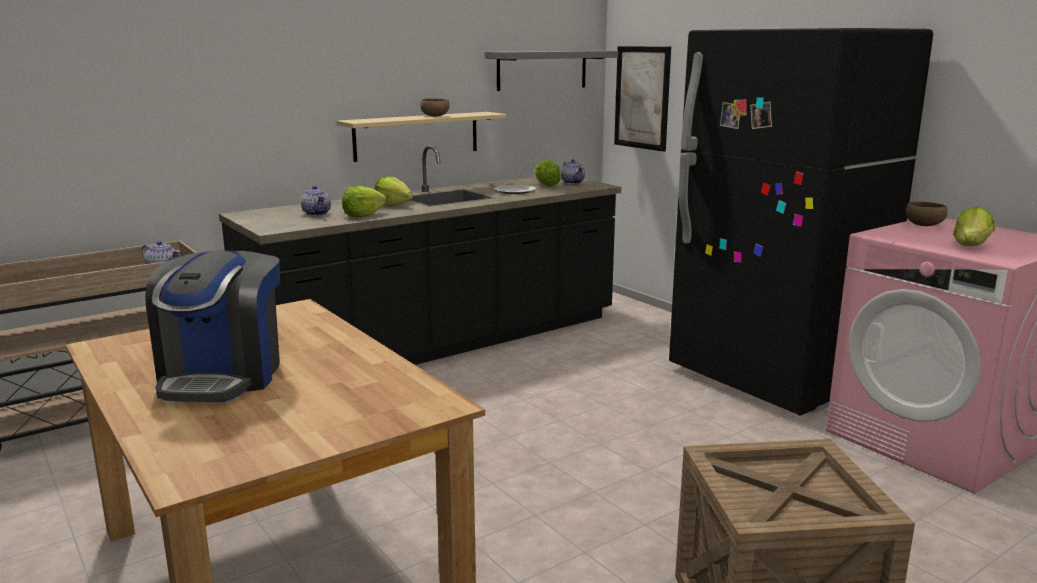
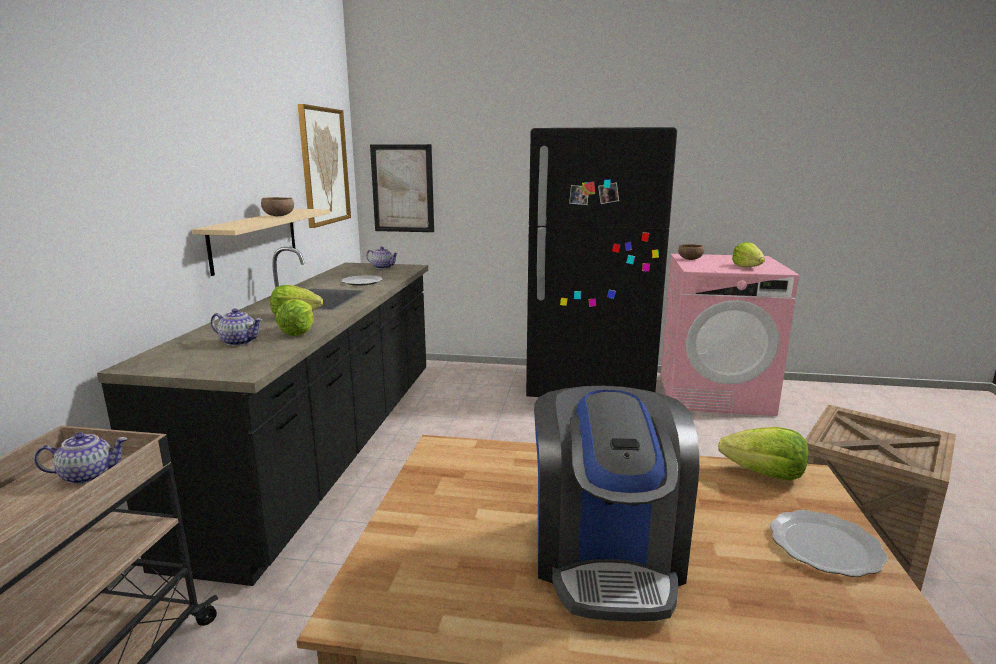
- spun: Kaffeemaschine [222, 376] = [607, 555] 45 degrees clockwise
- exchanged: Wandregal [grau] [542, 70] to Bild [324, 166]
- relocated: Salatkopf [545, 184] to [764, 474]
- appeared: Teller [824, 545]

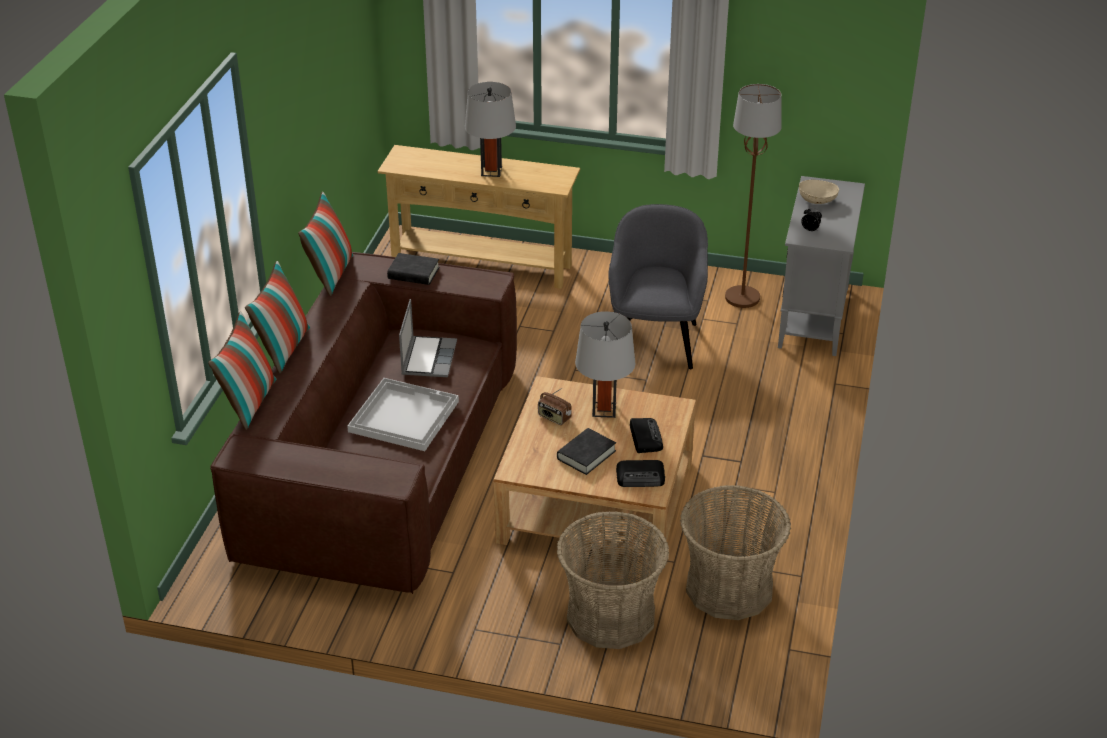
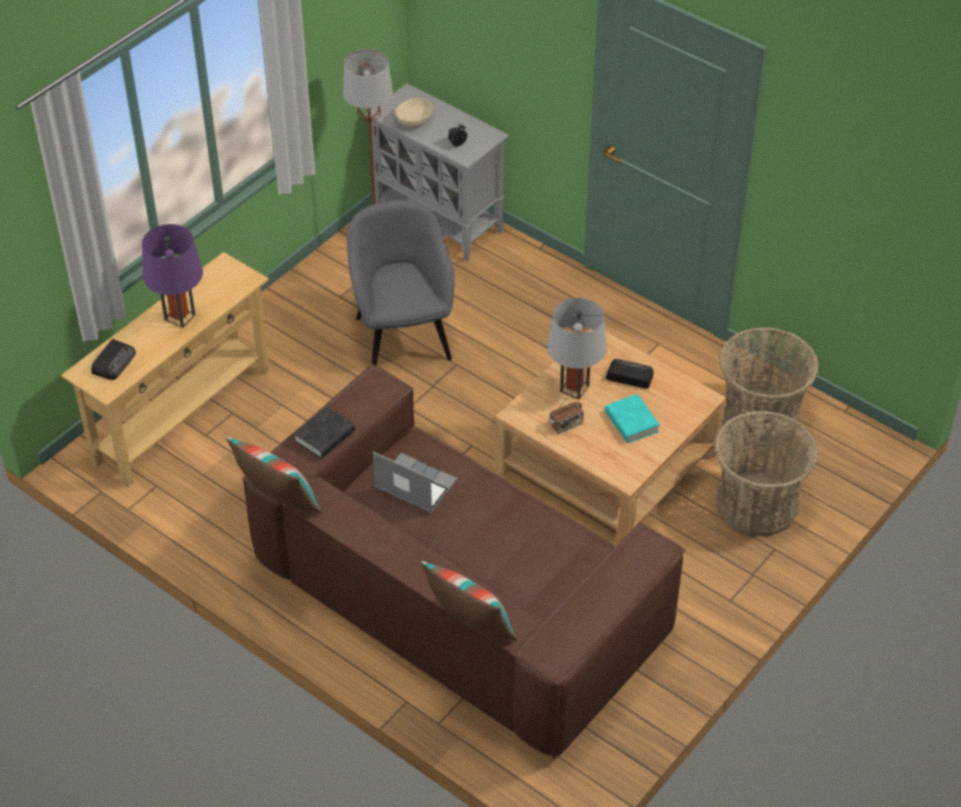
- missing: Kissen [282, 348]
- missing: Tablett [weiß] [403, 416]
- colour: Tischlampe [grau] [491, 171] to Tischlampe [lila] [180, 317]
- colour: Buch [schwarz] [586, 455] to Buch [türkis] [631, 422]
- spun: Sessel [grau] [655, 341] = [402, 336] 45 degrees clockwise
- relocated: Radio [641, 477] to [114, 362]

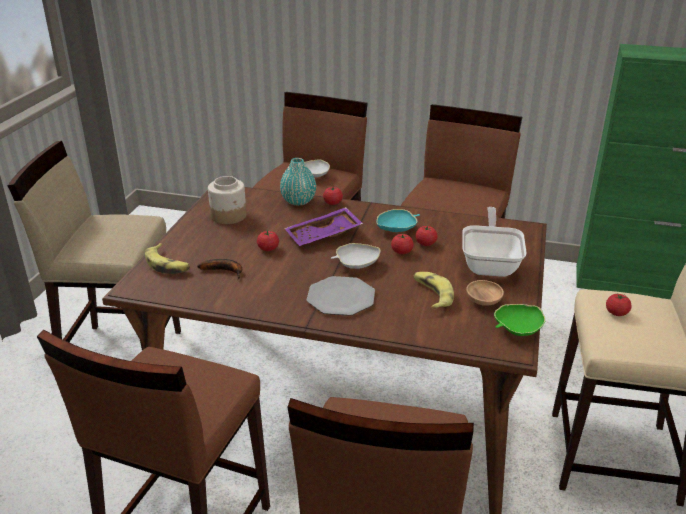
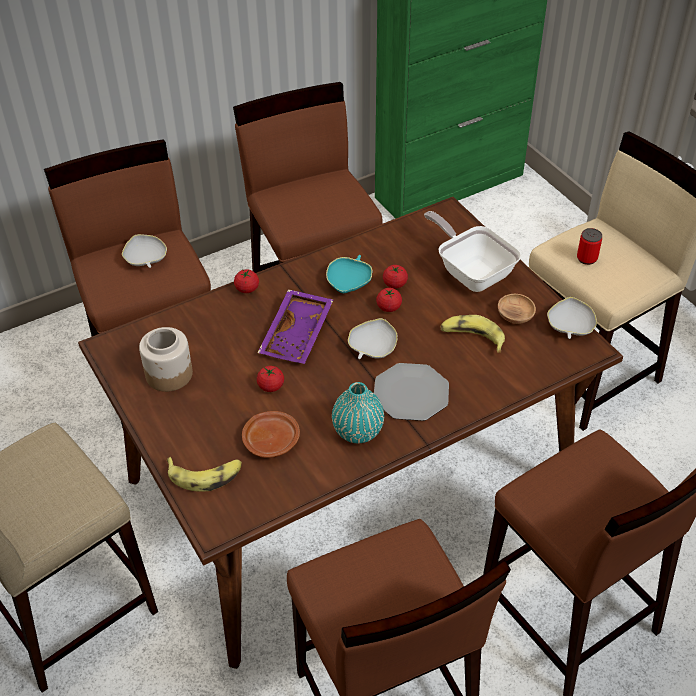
- exchanged: Banane [225, 271] to Teller [braun] [271, 440]
- relocated: Vase [türkis] [298, 201] to [357, 431]
- colour: Schüssel [grün] [517, 329] to Schüssel [weiß] [569, 327]
- exchanged: Tomate [616, 313] to Dose [587, 258]

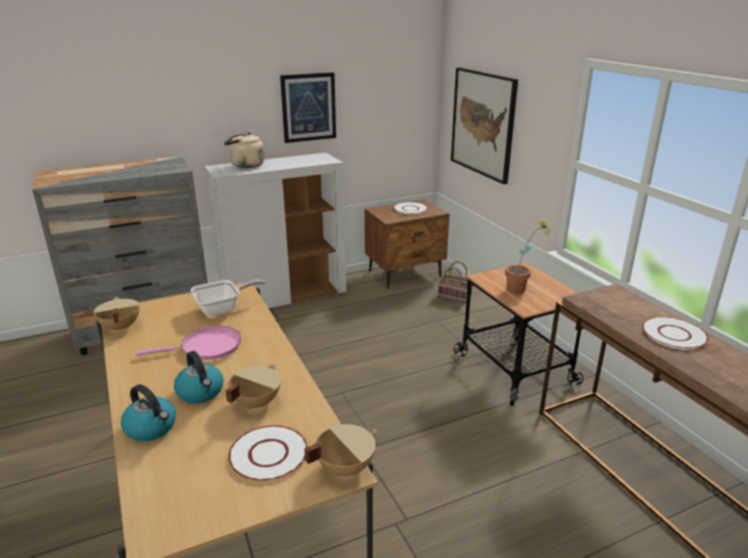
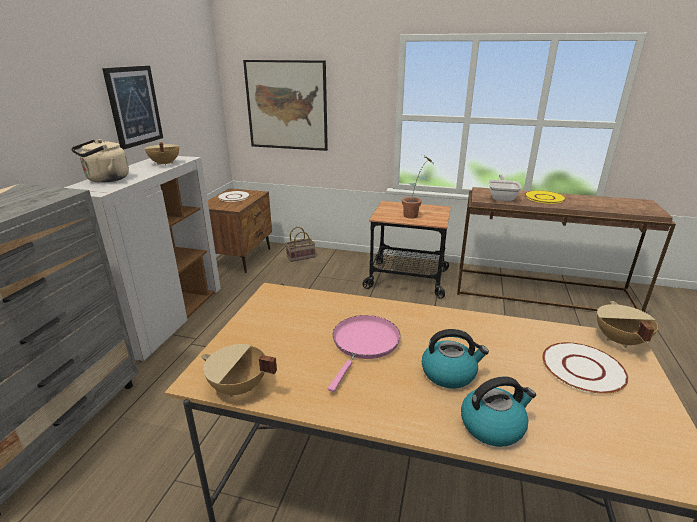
- relocated: Pfanne [223, 309] to [502, 197]
- relocated: Kochtopf [beige] [255, 402] to [164, 164]
- colour: Teller [weiß] [674, 334] to Teller [gelb] [544, 198]

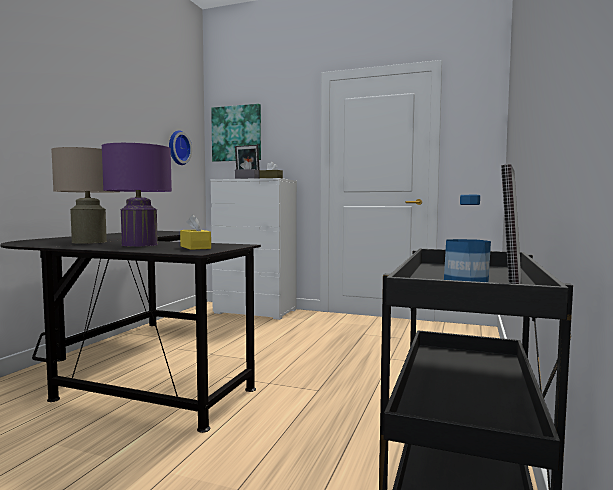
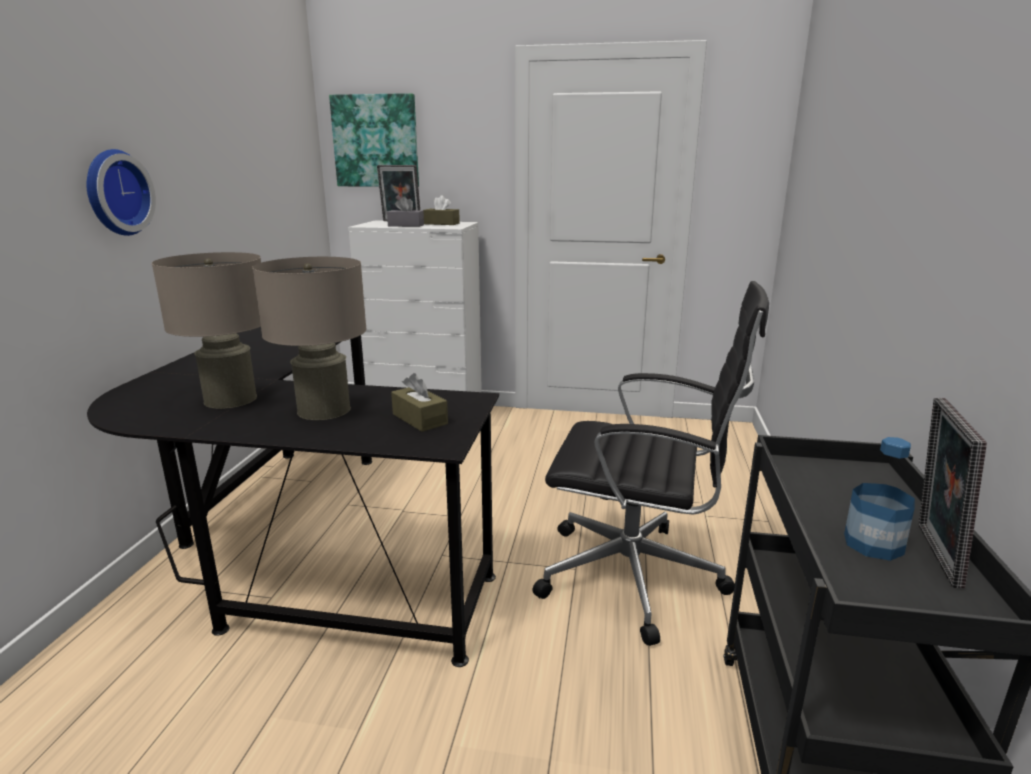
- colour: Tischlampe [lila] [139, 245] to Tischlampe [beige] [324, 410]
- relocated: Wanduhr [177, 148] to [114, 193]
- colour: Taschentuchbox [gelb] [195, 247] to Taschentuchbox [braun] [420, 419]
- appeared: Bürostuhl [schwarz] [636, 577]

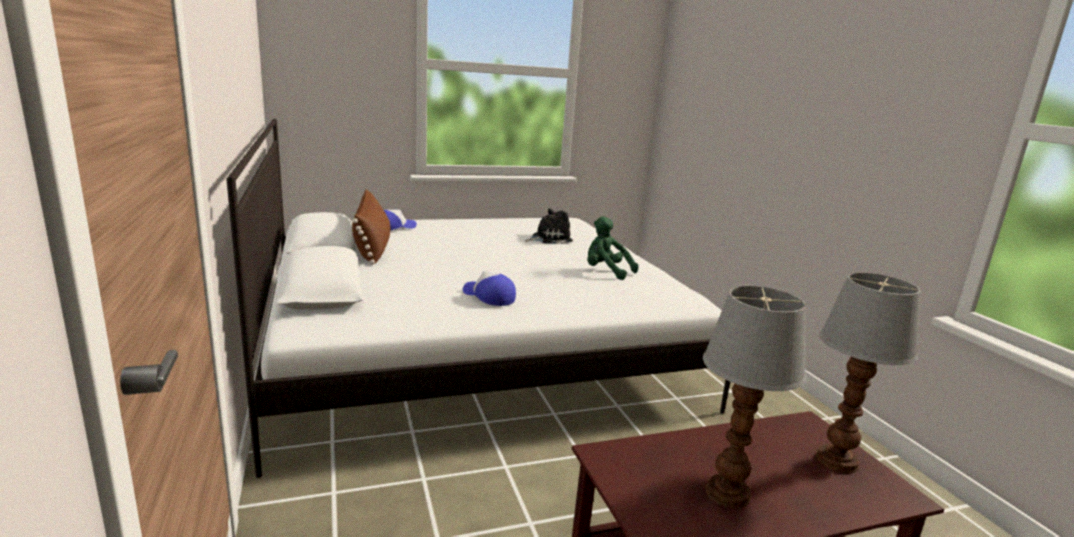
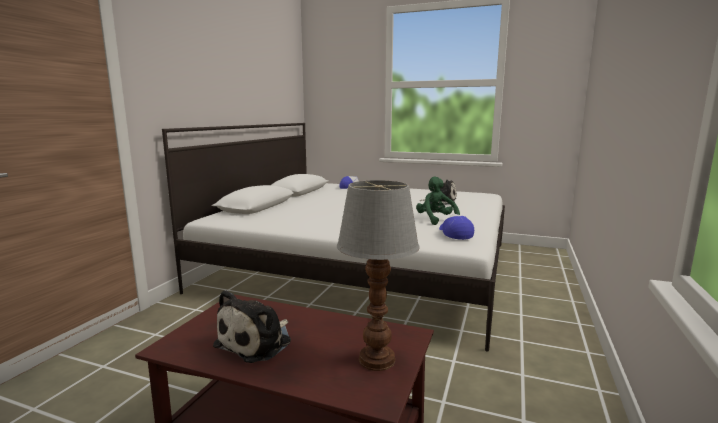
- missing: Kissen [braun] [372, 247]
- relocated: Kappe [488, 296] to [455, 233]
- exchanged: Tischlampe [728, 492] to Plüschtier [257, 342]

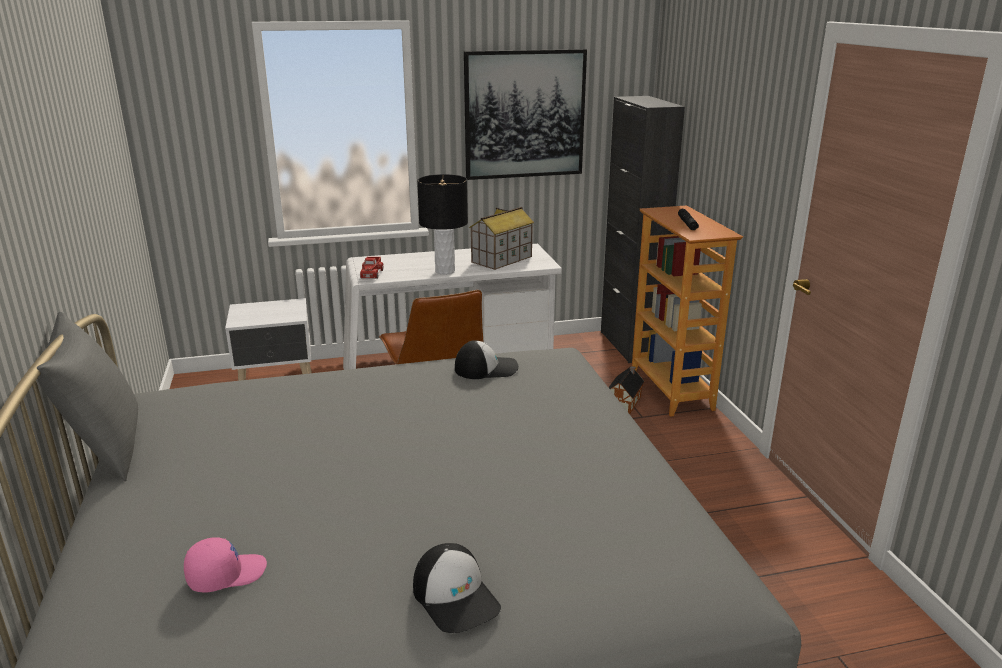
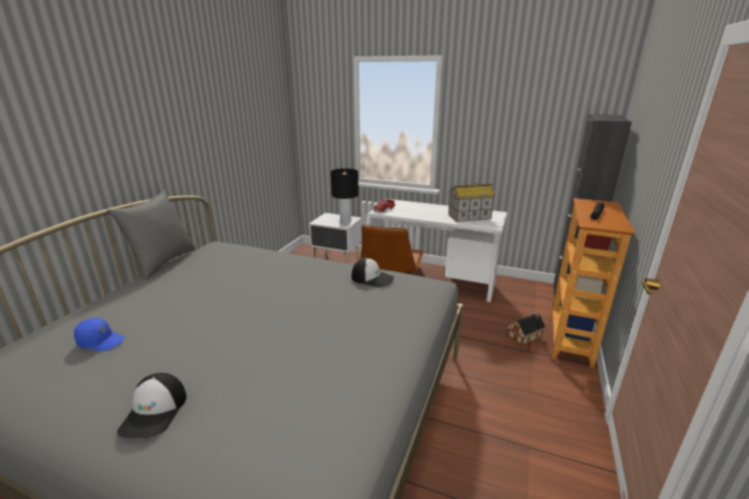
- colour: Kappe [rosa] [226, 574] to Kappe [blau] [102, 341]
- relocated: Tischlampe [schwarz] [445, 271] to [346, 221]
- missing: Bild [524, 114]

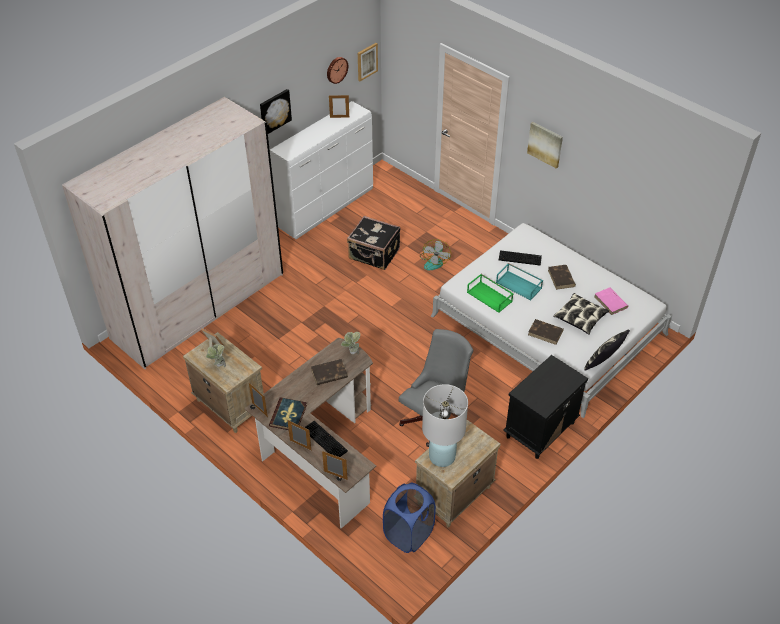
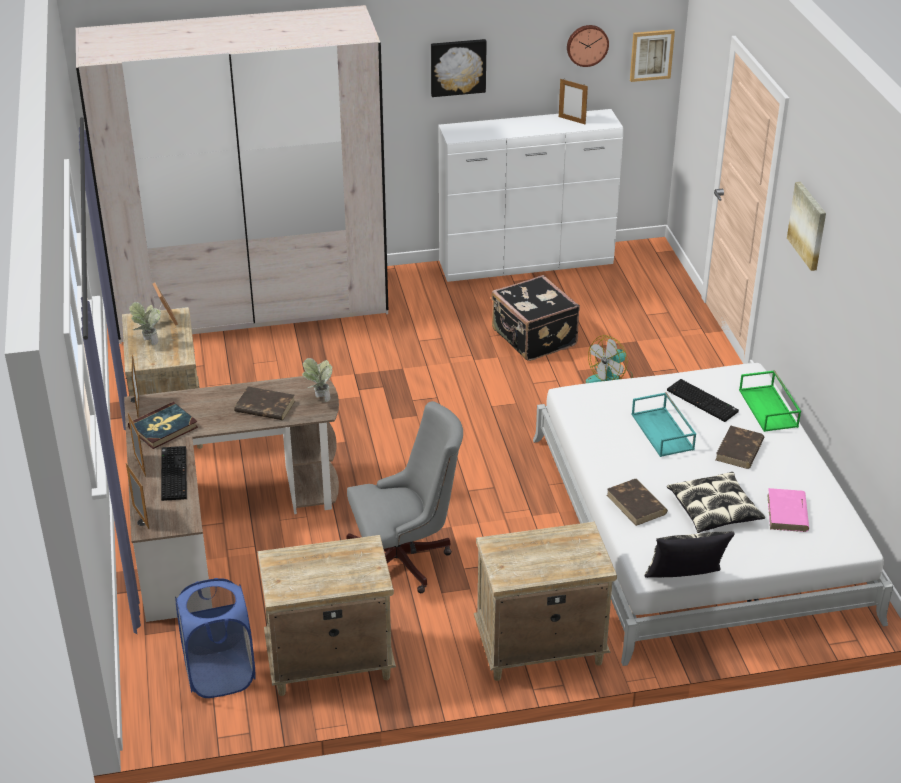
- missing: Tischlampe [weiß] [442, 456]
- relocated: Tablett [grün] [490, 297] to [769, 408]
- colour: Nachttisch [schwarz] [540, 430] to Nachttisch [beige] [539, 648]

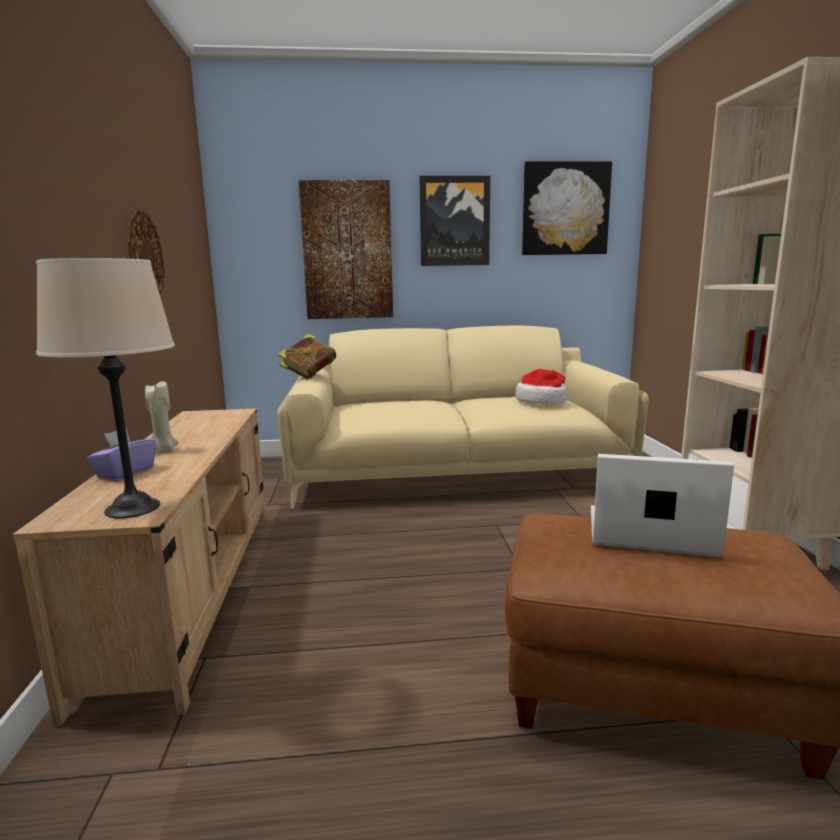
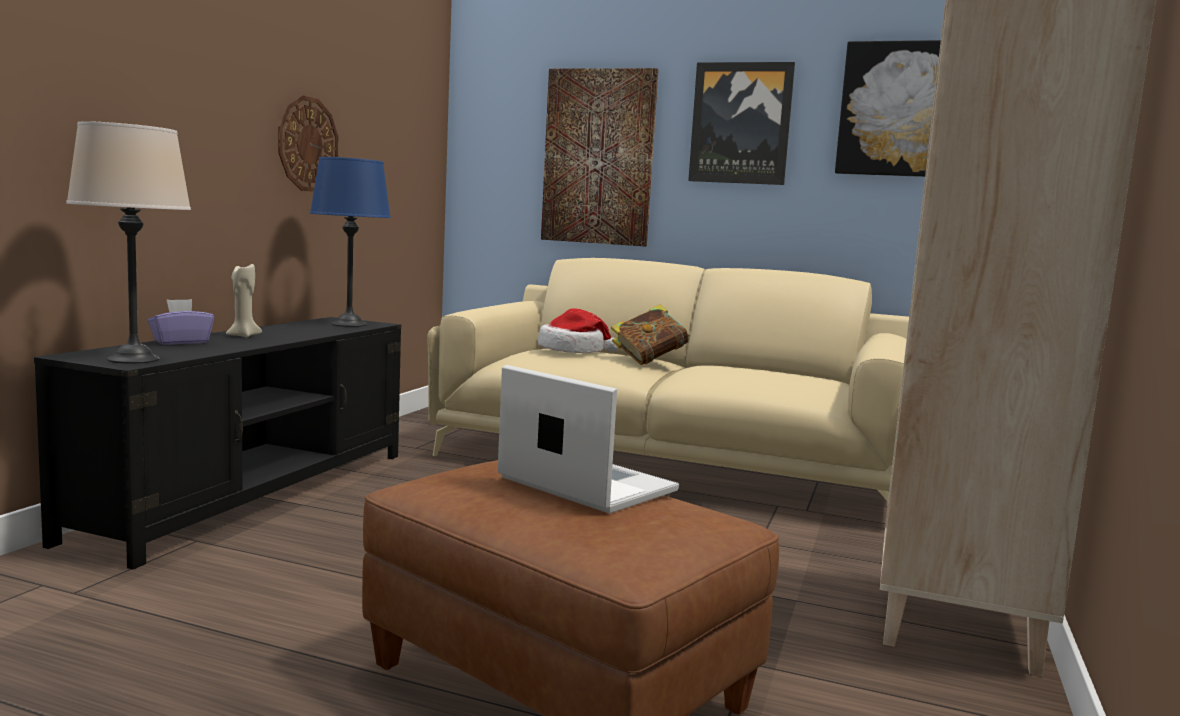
- colour: Fernsehschrank [beige] [192, 588] to Fernsehschrank [schwarz] [254, 493]
- relocated: Buch [309, 375] to [649, 361]
- relocated: Hut [542, 401] to [573, 351]
- appeared: Tischlampe [blau] [349, 324]

